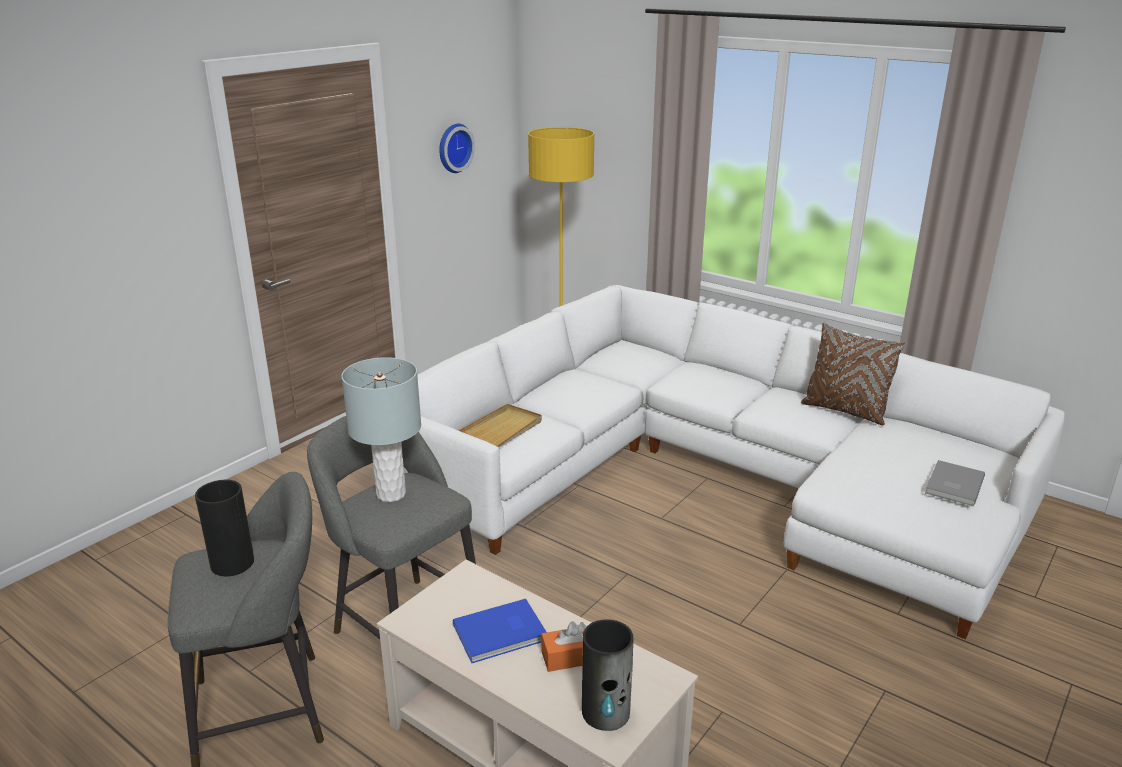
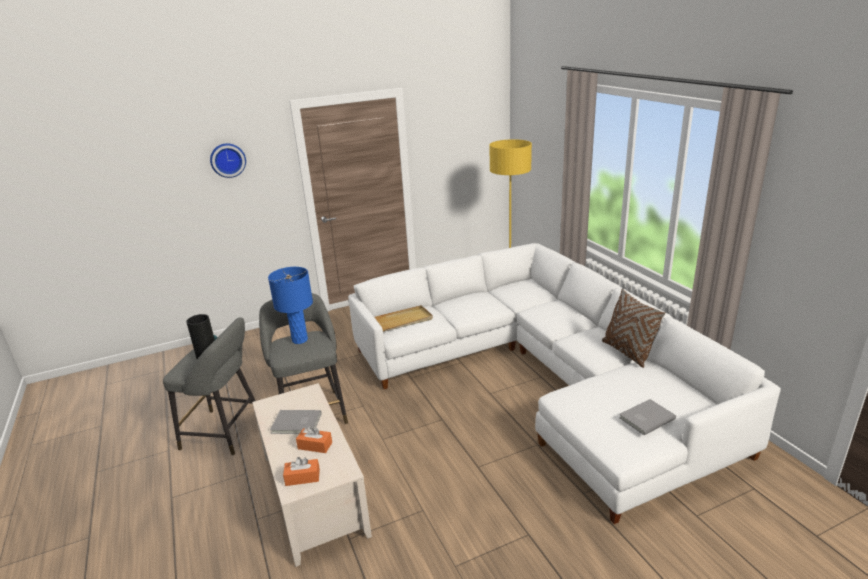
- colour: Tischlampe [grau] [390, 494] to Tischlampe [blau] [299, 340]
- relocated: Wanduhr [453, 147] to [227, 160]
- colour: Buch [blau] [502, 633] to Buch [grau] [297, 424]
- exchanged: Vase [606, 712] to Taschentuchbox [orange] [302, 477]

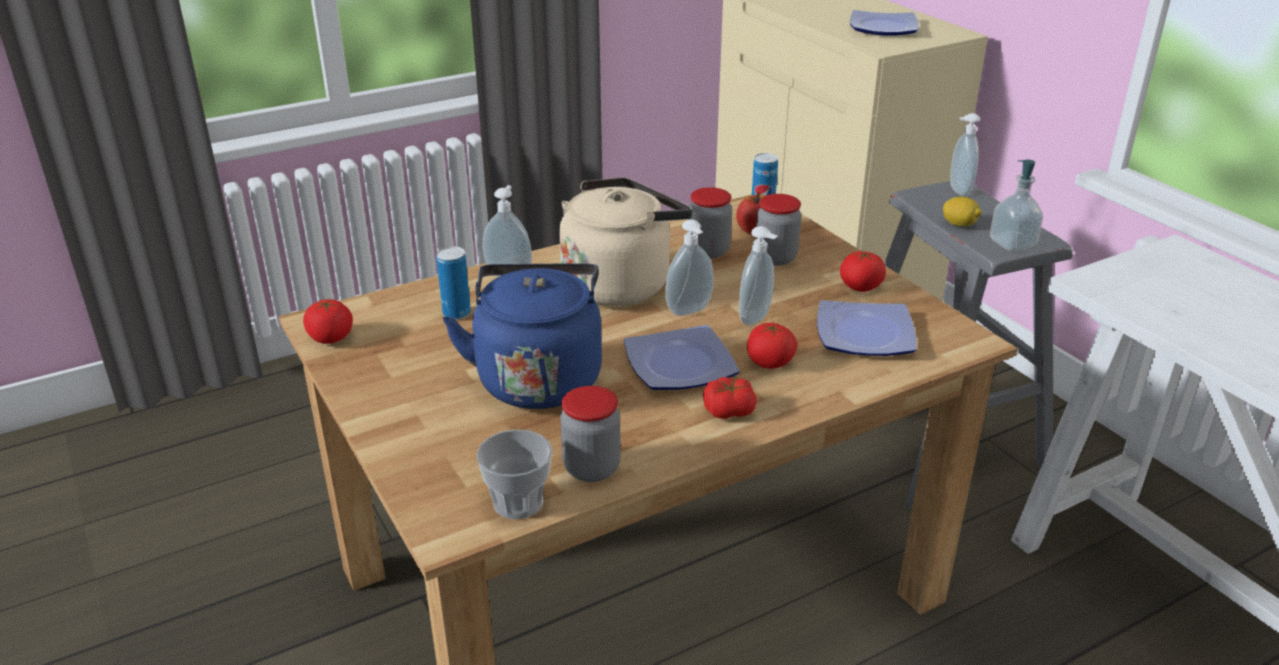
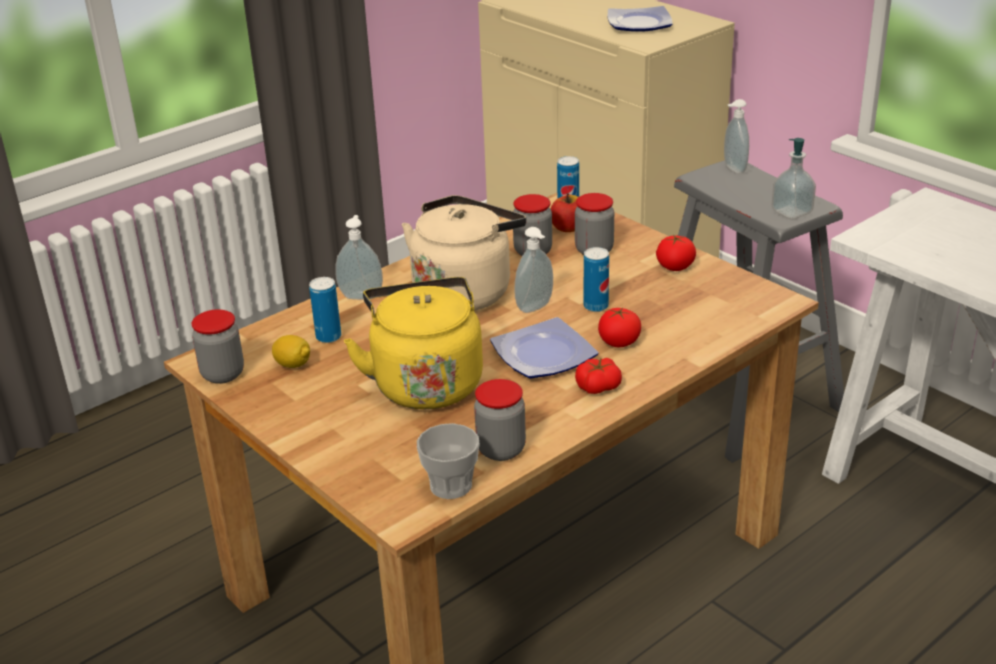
- exchanged: Tomate [330, 338] to Vorratsglas [222, 374]
- colour: Wasserkessel [blau] [538, 377] to Wasserkessel [gelb] [425, 382]
- exchanged: Seifenspender [757, 319] to Dose [596, 306]
- missing: Teller [863, 333]
- relocated: Zitrone [959, 224] to [293, 364]

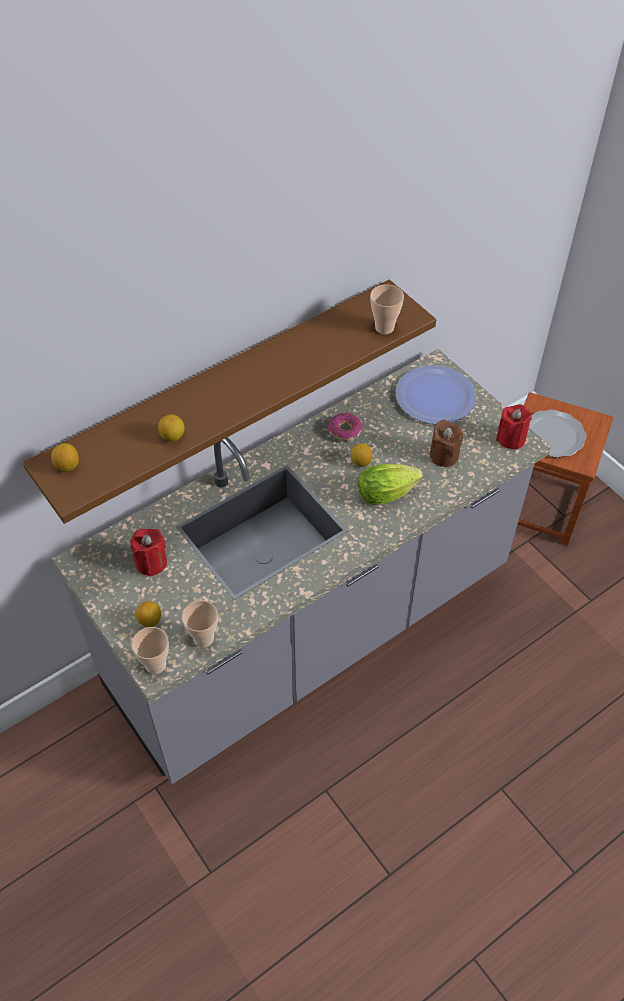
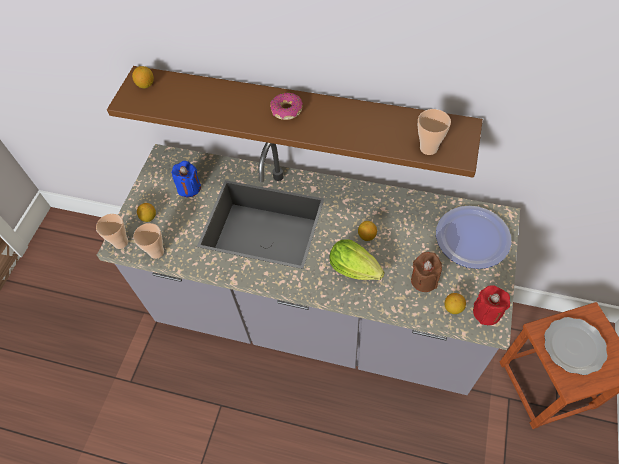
- colour: Kerze [rot] [151, 562] to Kerze [blau] [189, 188]
- relocated: Zitrone [173, 437] to [453, 308]
- relocated: Donut [345, 431] to [286, 110]

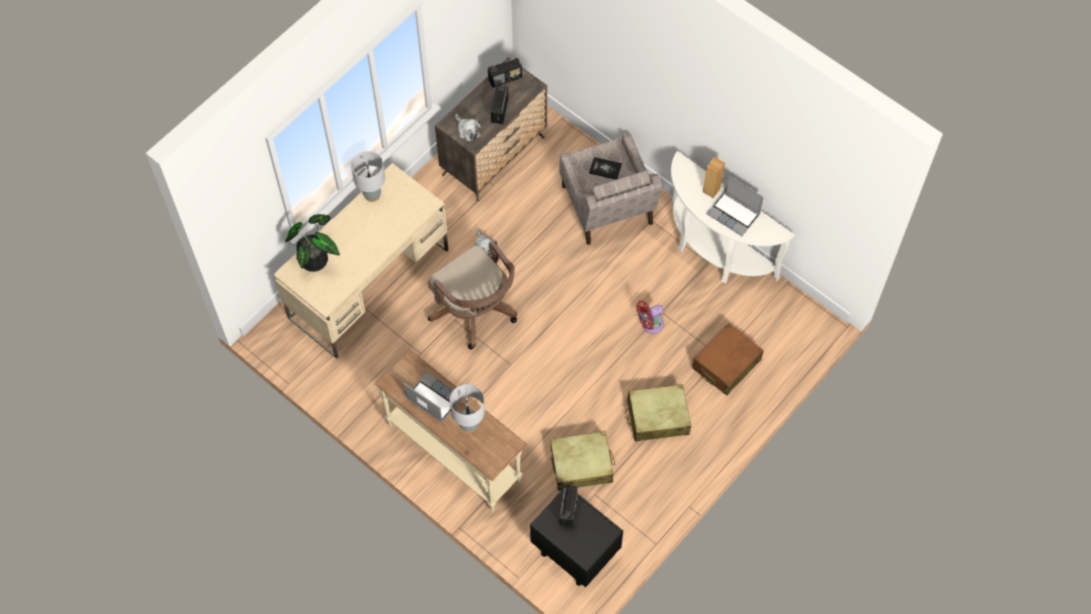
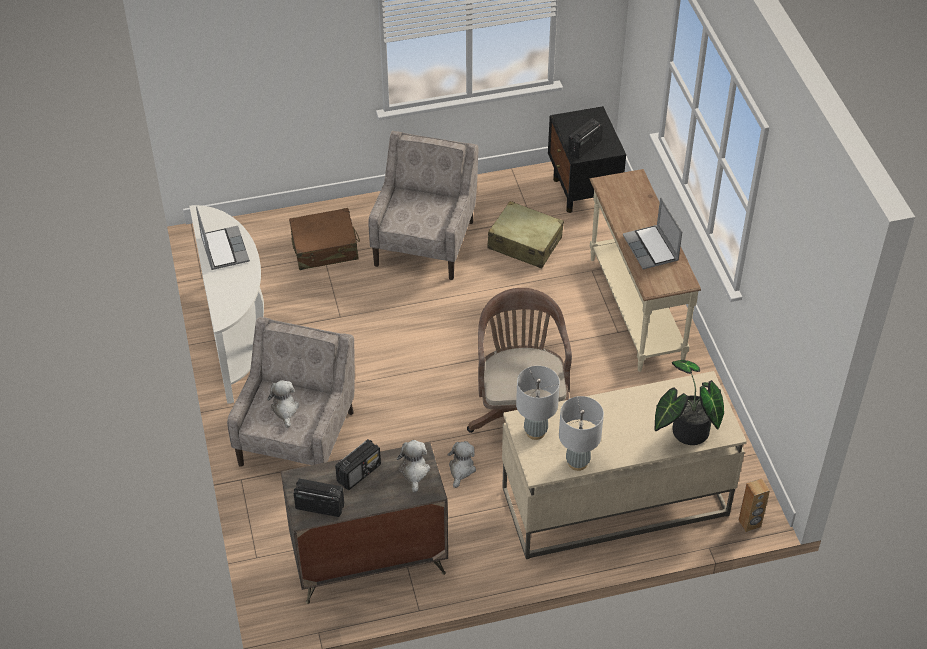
- relocated: Tischlampe [grau] [469, 425] to [535, 432]
- exchanged: Buch [605, 169] to Plüschtier [285, 409]
- exchanged: Koffer [beige] [657, 417] to Sessel [beige] [425, 242]
- missing: Ventilator [rot] [650, 324]
- relocated: Lautsprecher [braun] [711, 190] to [749, 523]

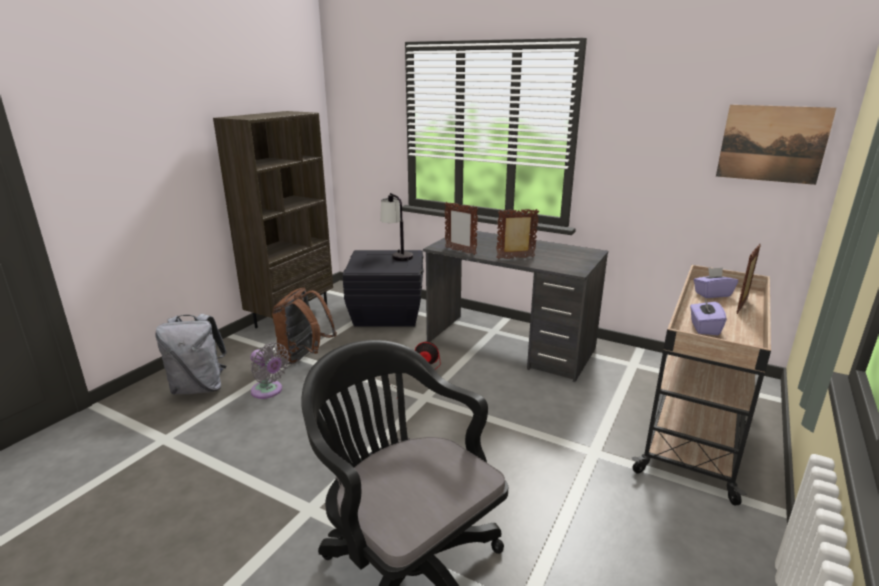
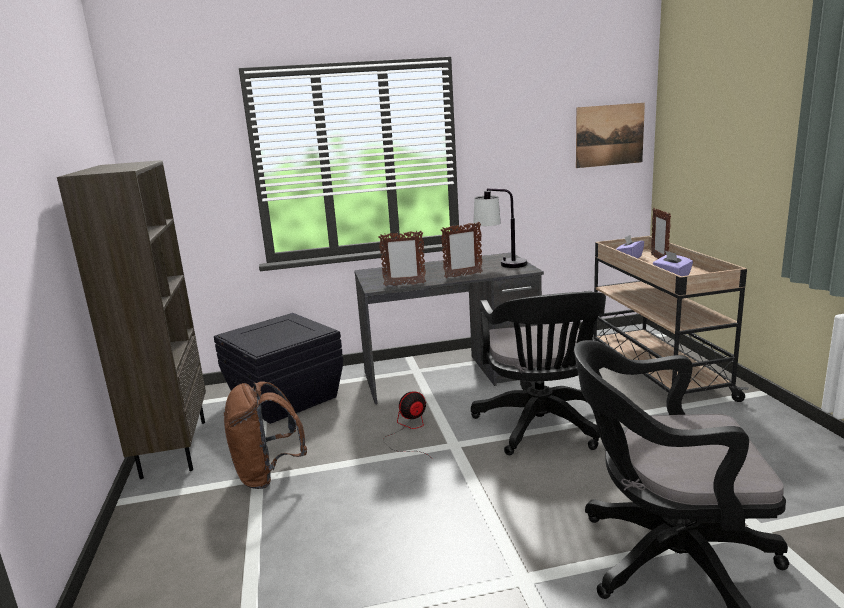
- missing: Rucksack [grau] [199, 388]
- missing: Ventilator [grau] [268, 391]
- relocated: Tischlampe [397, 255] to [501, 264]
- spun: Bilderrahmen [516, 258] = [463, 275] 150 degrees counterclockwise
- appeared: Bürostuhl [schwarz] [541, 427]

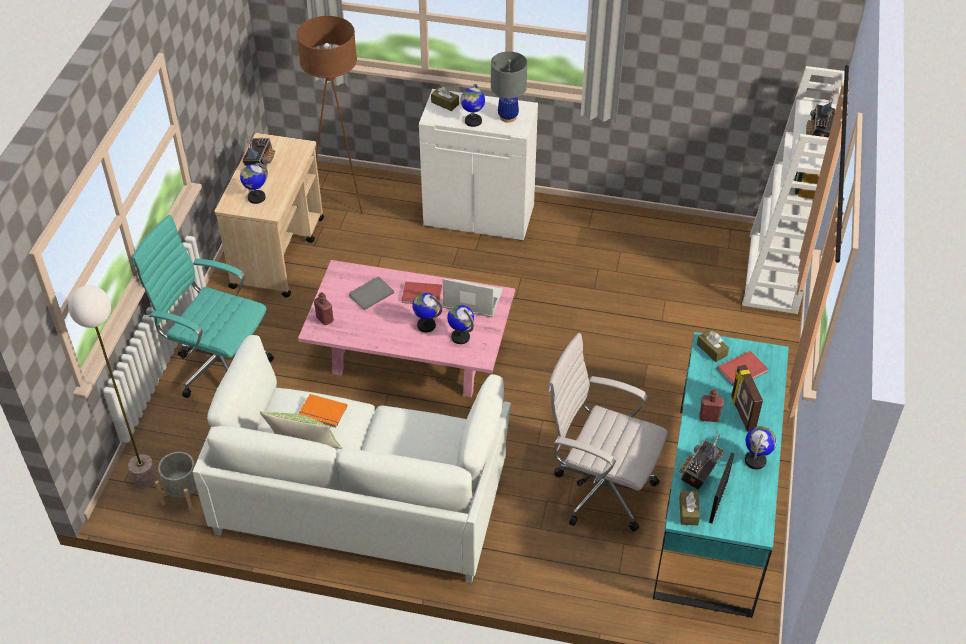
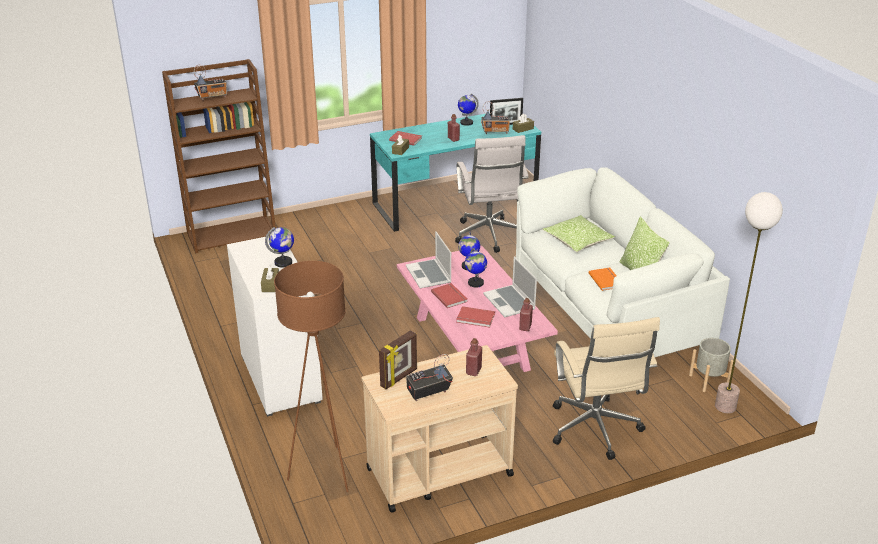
- colour: Bürostuhl [türkis] [218, 366] to Bürostuhl [beige] [595, 431]
- exchanged: Globus [256, 197] to Flasche [rot] [473, 371]
- colour: Buch [grau] [370, 294] to Buch [rot] [475, 319]
- missing: Tischlampe [grau] [508, 117]
- relocated: Bilderrahmen [742, 413] to [399, 378]
- colour: Bücherregal [weiß] [774, 274] to Bücherregal [braun] [232, 234]
- appeared: Laptop [510, 302]
- appeared: Kissen [577, 241]

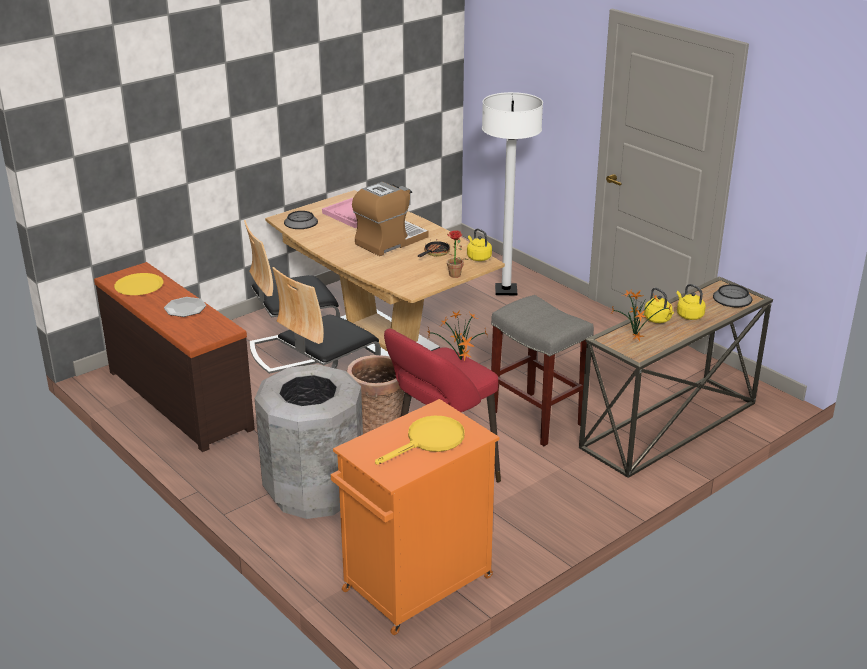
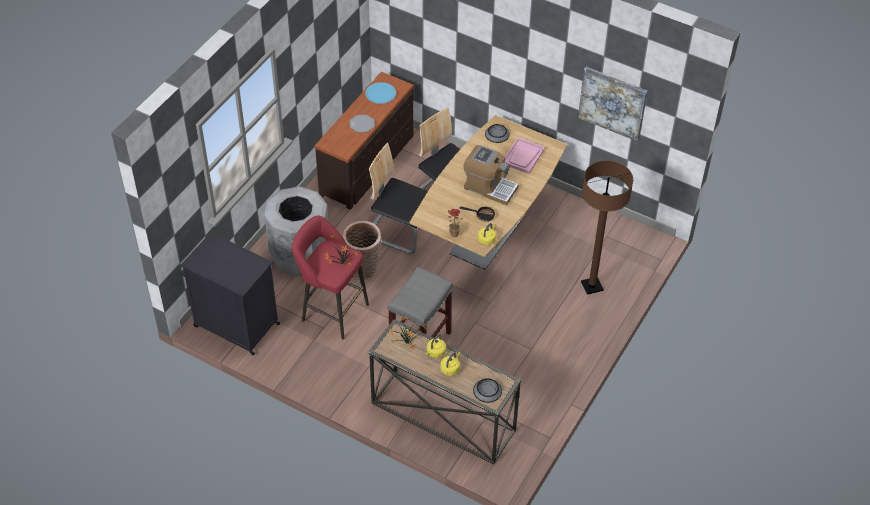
- colour: Teller [gelb] [139, 285] to Teller [blau] [380, 93]
- colour: Schrank [orange] [415, 585] to Schrank [schwarz] [235, 324]
- missing: Pfanne [gelb] [429, 441]
- colour: Stehlampe [weiß] [506, 290] to Stehlampe [braun] [592, 286]
- appeared: Bild [612, 103]

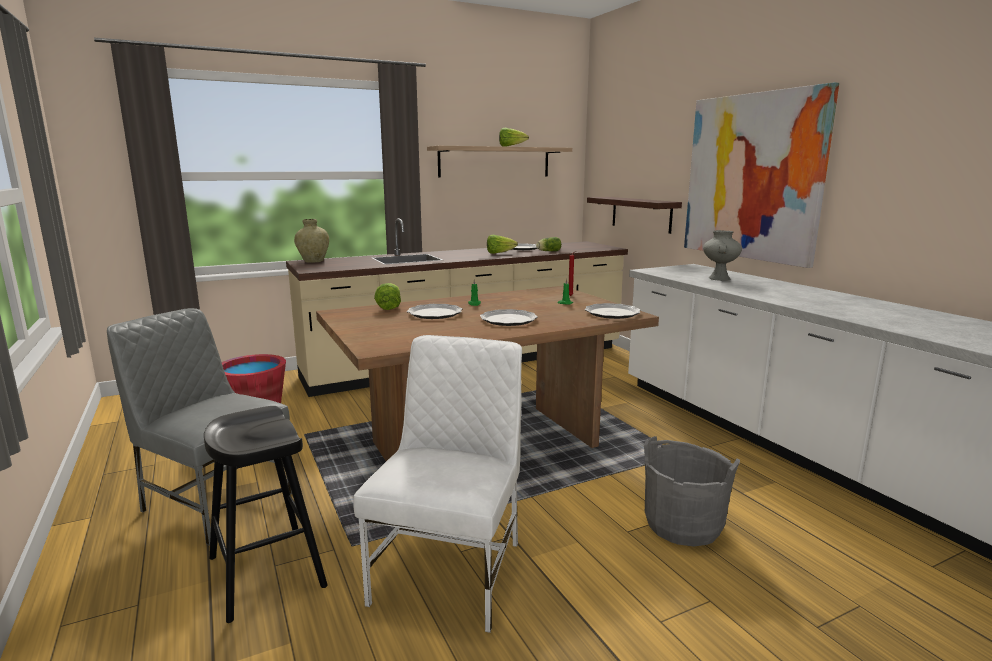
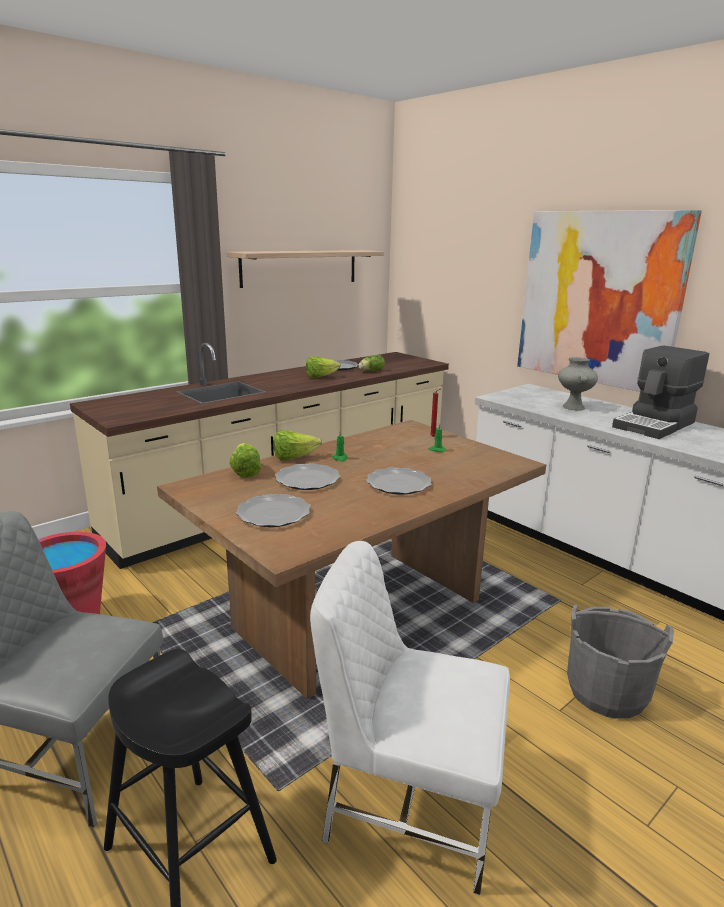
- missing: Vase [beige] [313, 261]
- spun: Stuhl [weiß] [451, 571] = [408, 803] 75 degrees counterclockwise
- relocated: Salatkopf [511, 146] to [294, 458]
- relocated: Teller [612, 313] to [273, 514]
- missing: Wandregal [641, 214]
- appeared: Kaffeemaschine [655, 425]

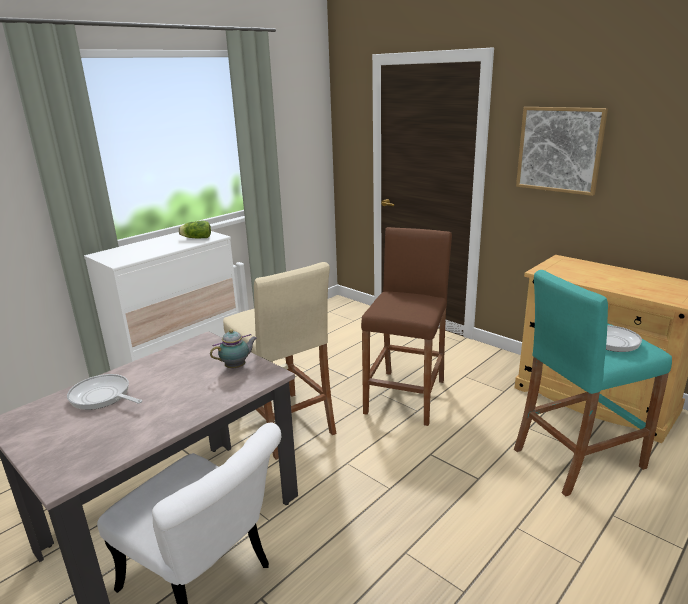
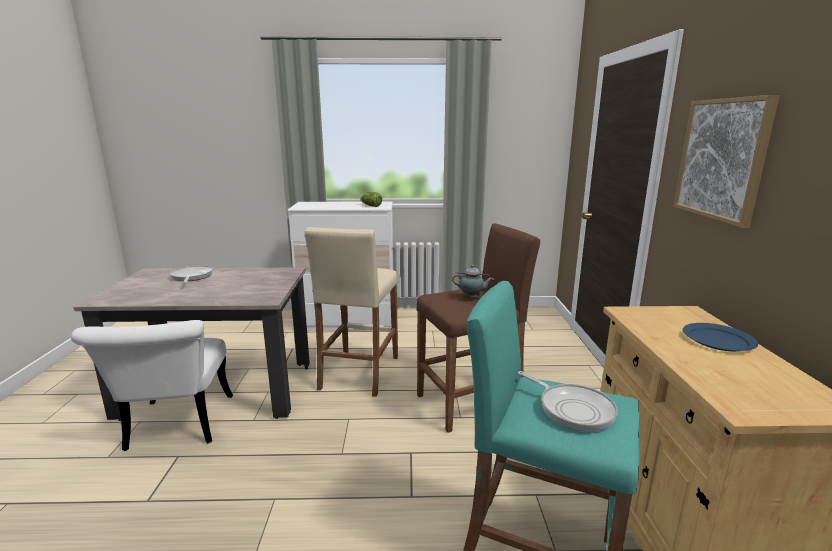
- relocated: Teekanne [237, 367] to [472, 298]
- appeared: Teller [blau] [718, 339]

